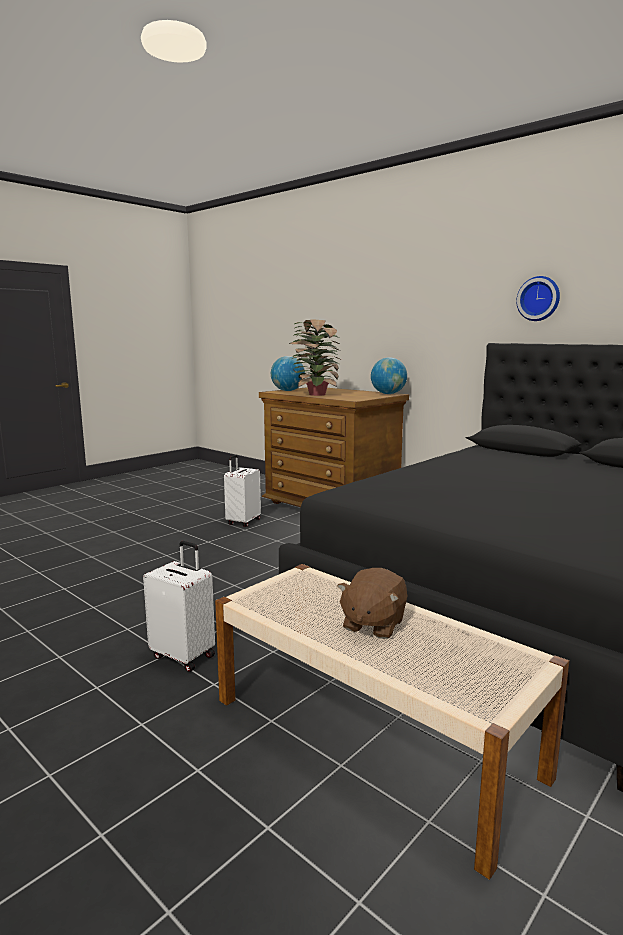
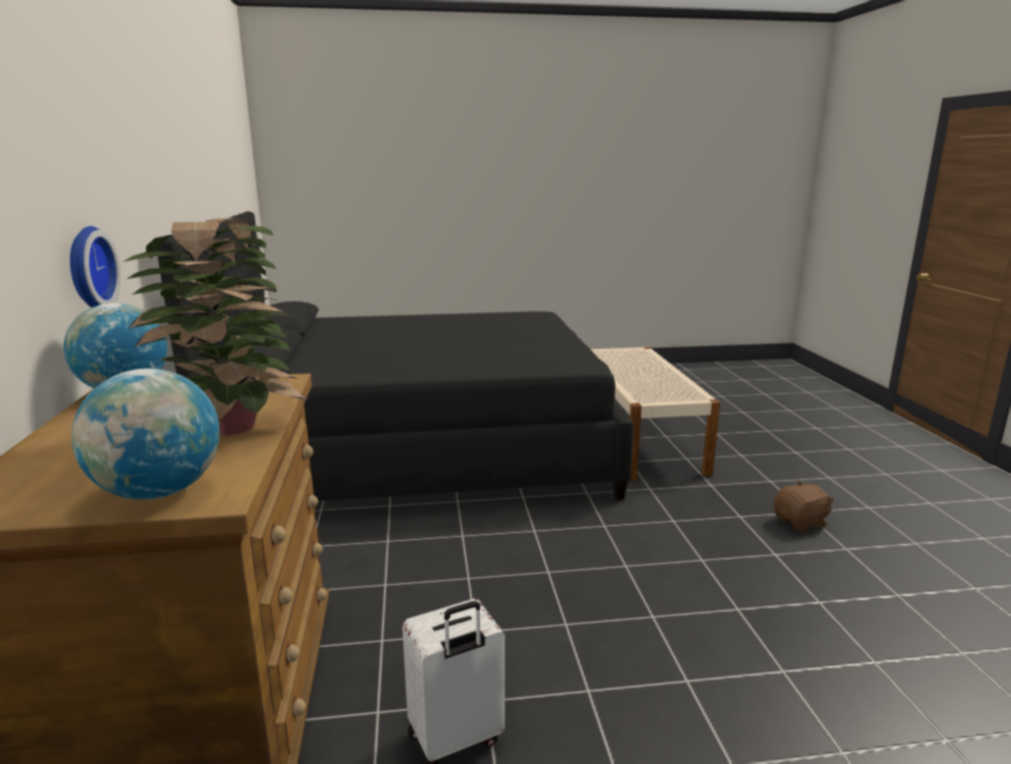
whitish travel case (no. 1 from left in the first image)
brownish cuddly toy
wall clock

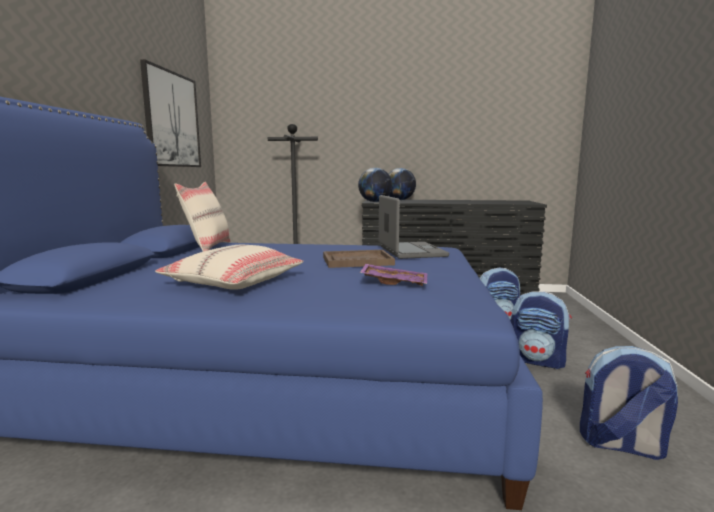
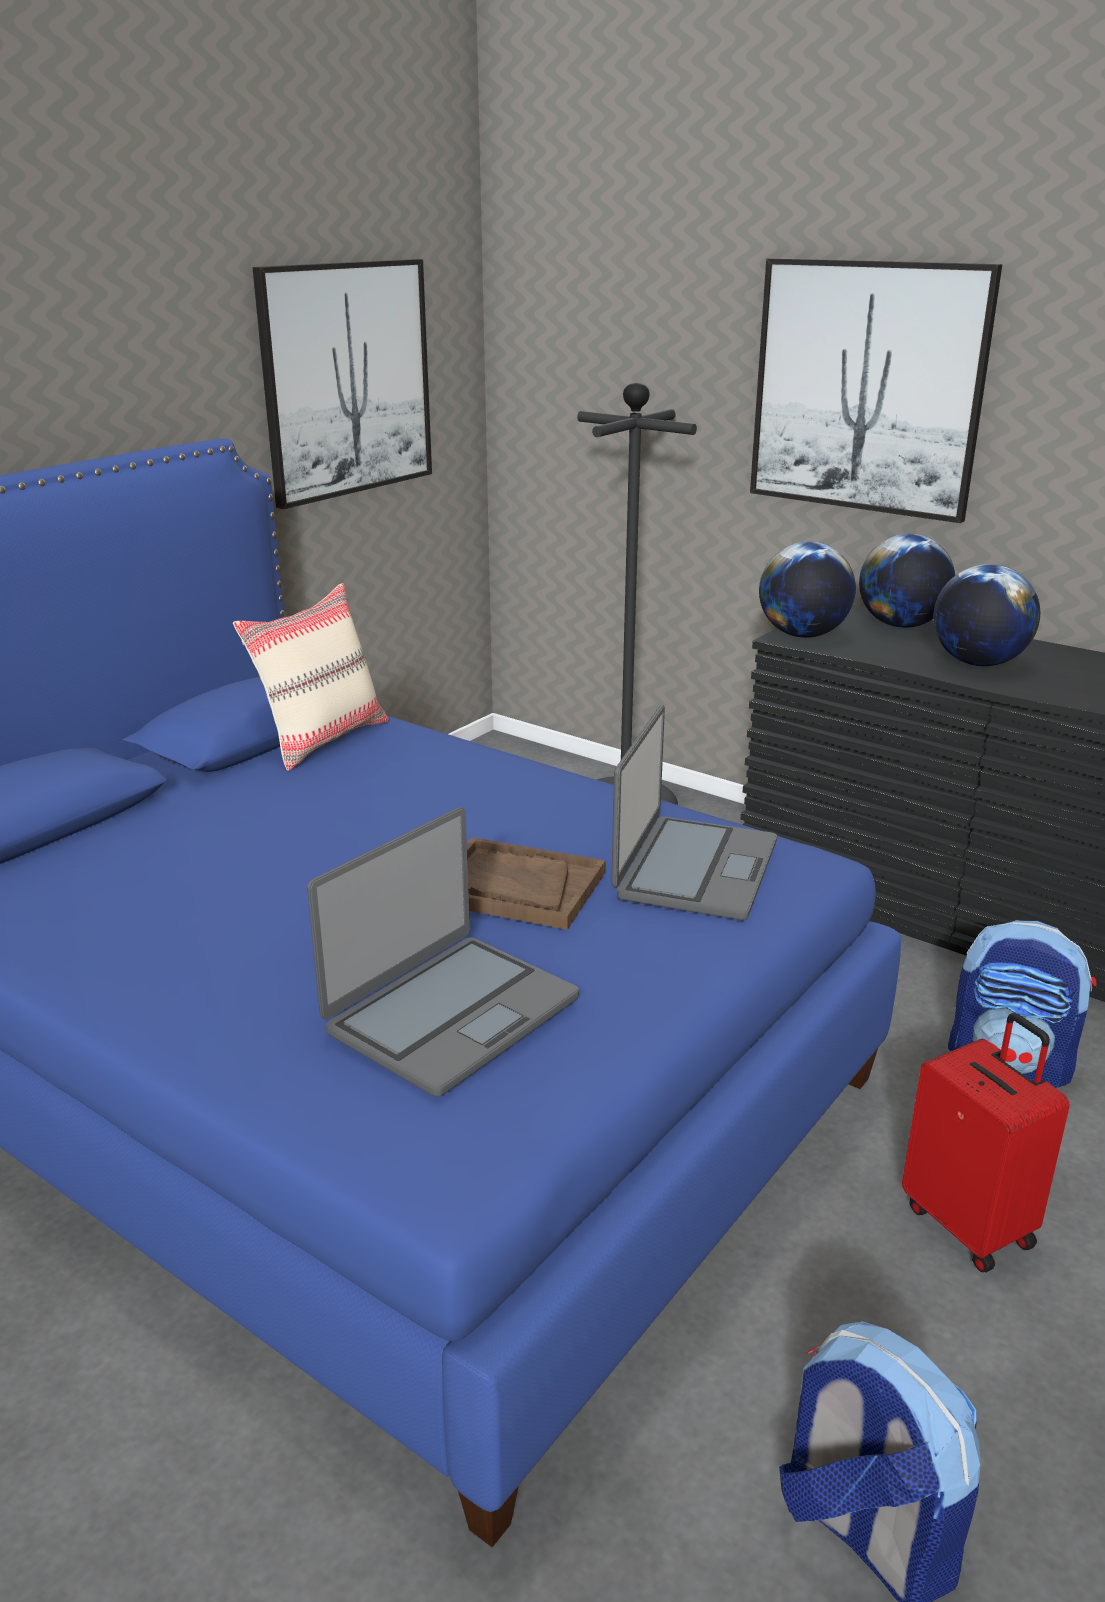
sand-coloured cushion (no. 2 from left in the first image)
picture (no. 2 from left)
world globe (no. 3 from left)
portable computer (no. 1 from left)
red travel case

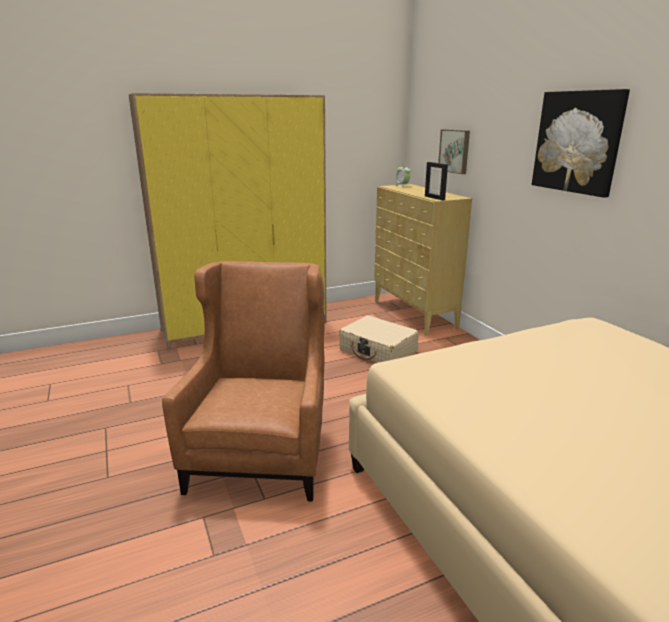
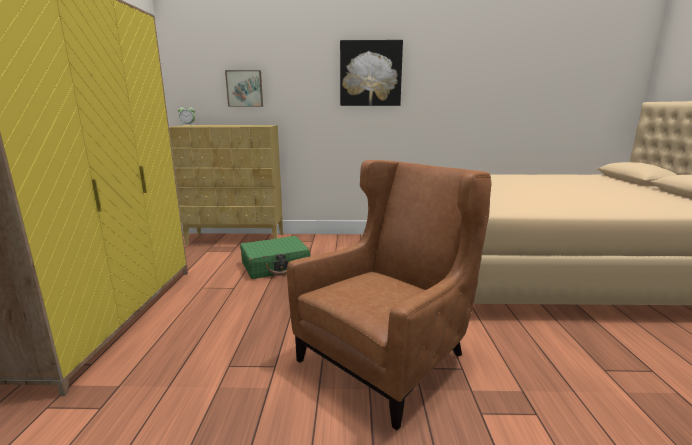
standing frame
greenish travel case
brownish armchair

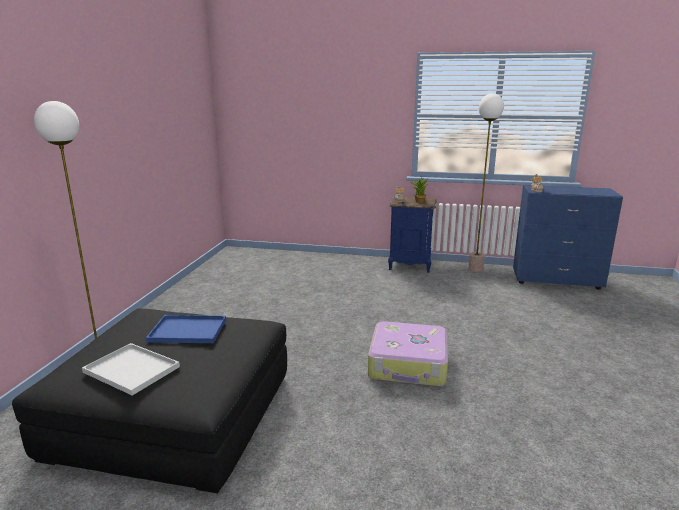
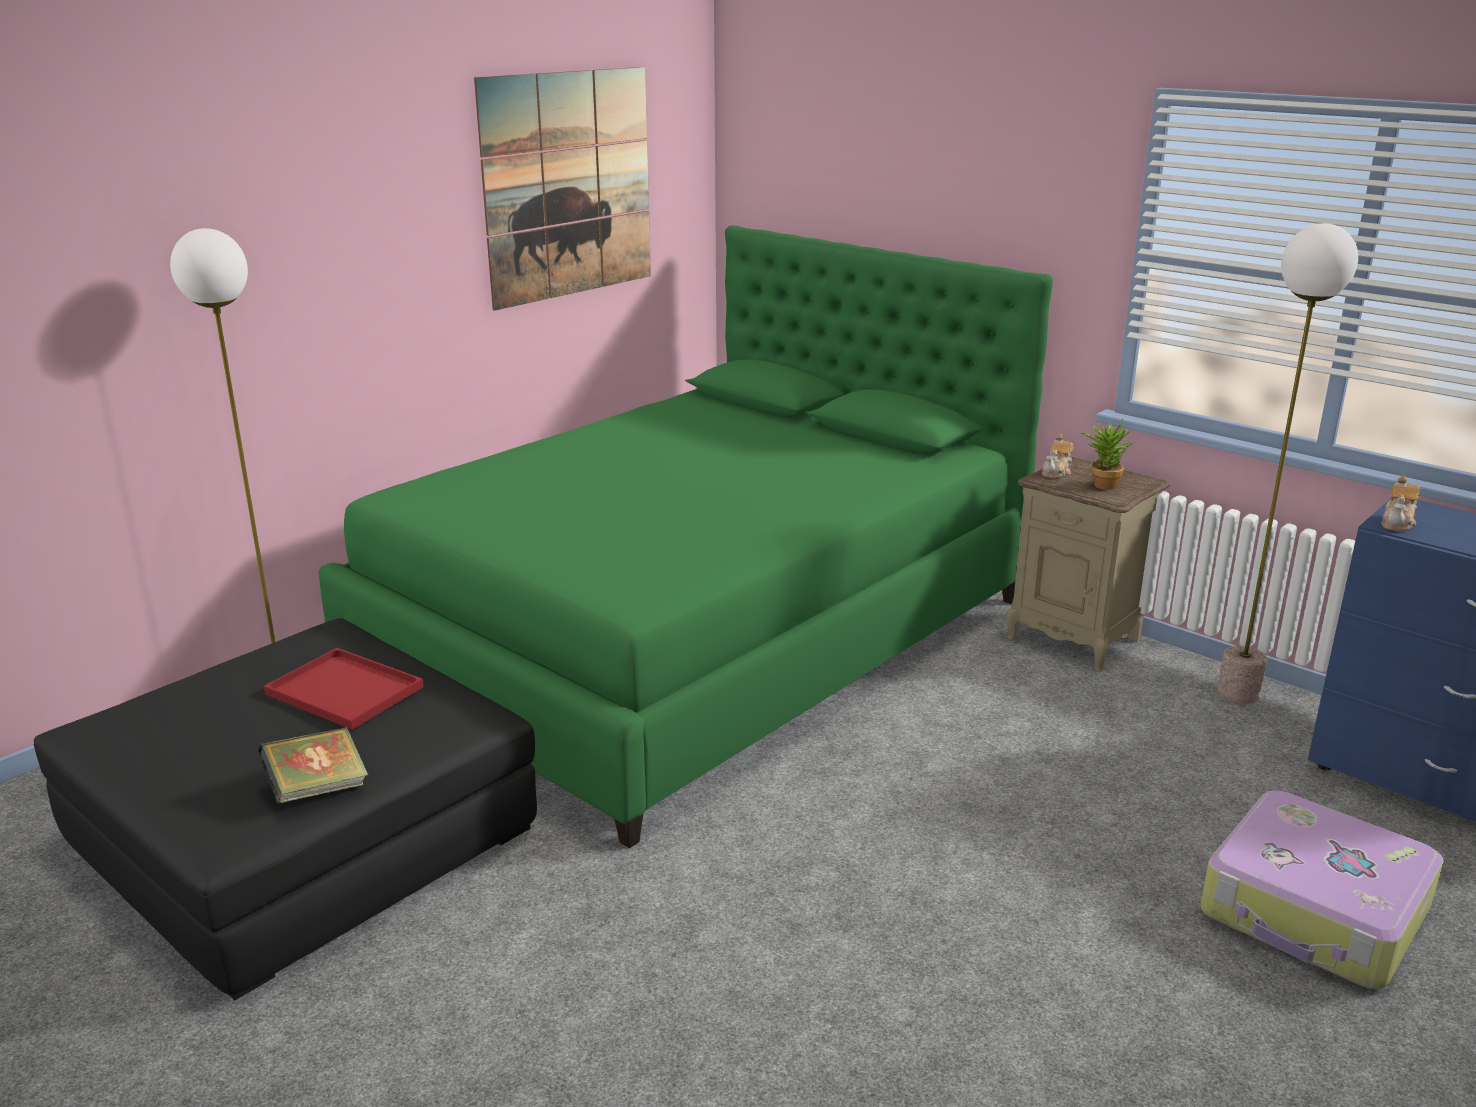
whitish serving tray
book
greenish bedroom bed
picture
travel case
red serving tray
sand-coloured bedside table

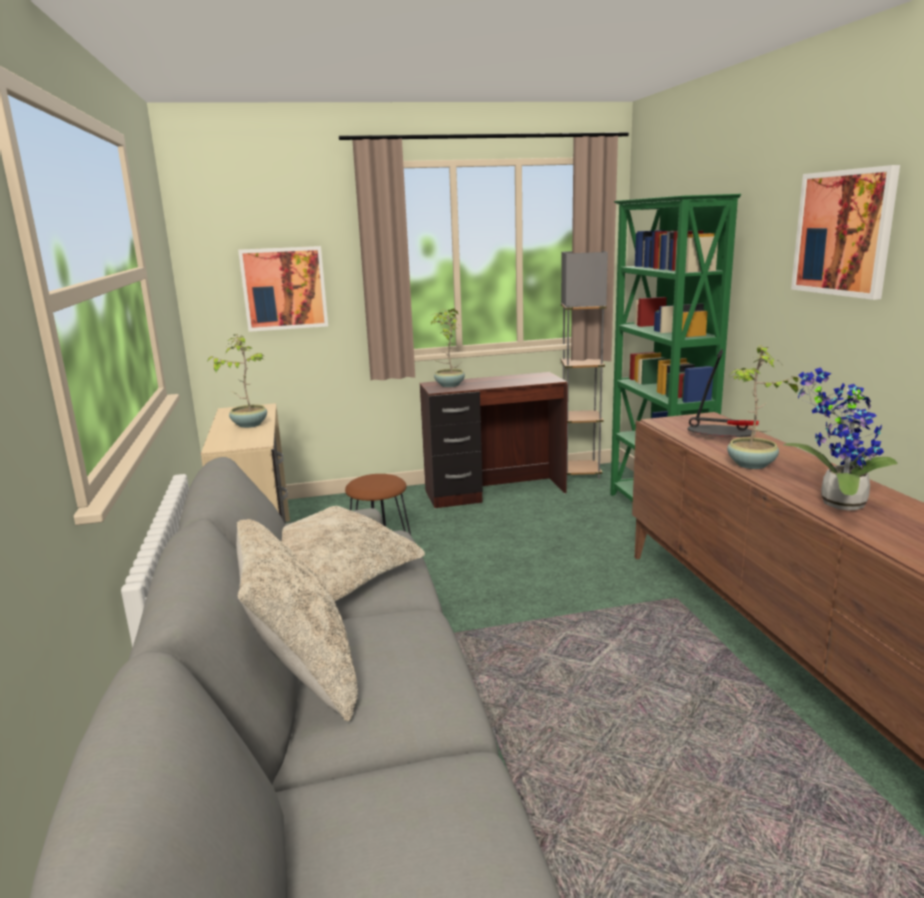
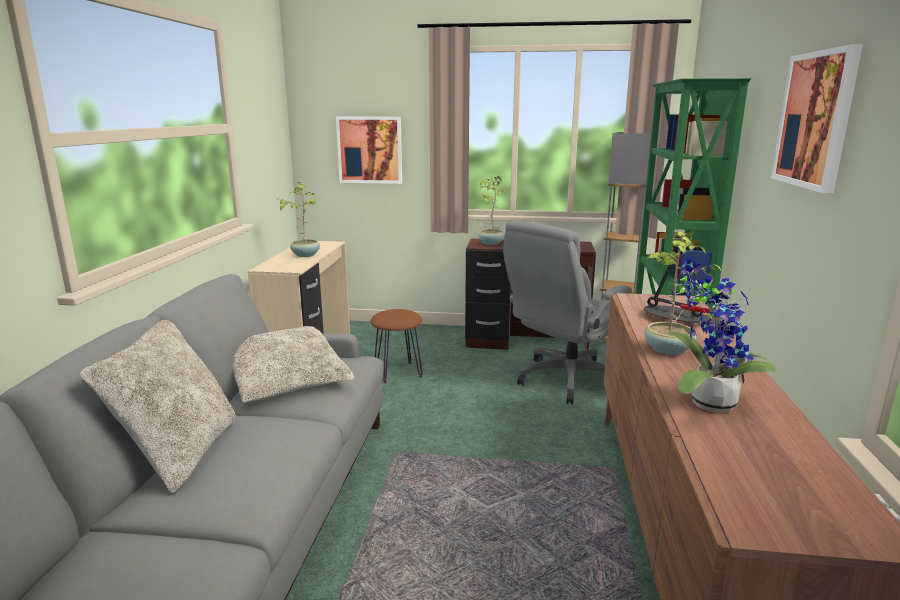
greyish desk chair

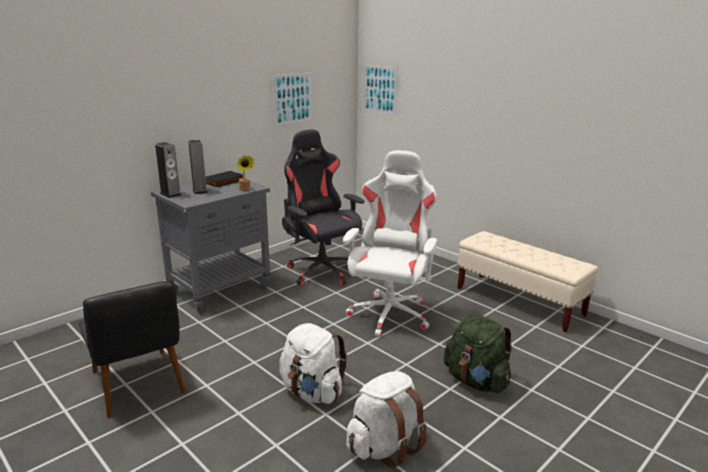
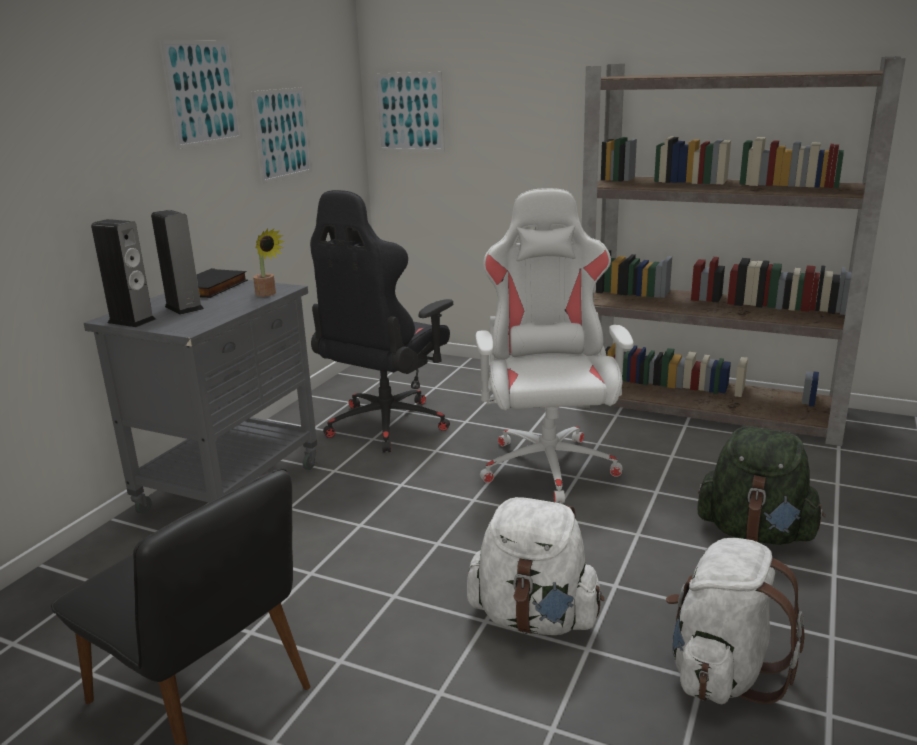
picture (no. 1 from left)
brownish shelving unit
black-coloured desk chair

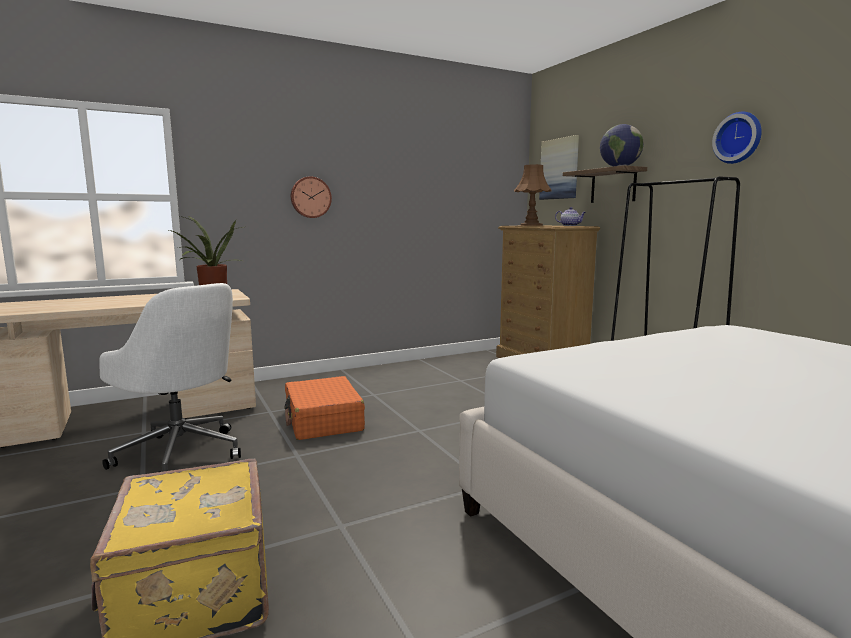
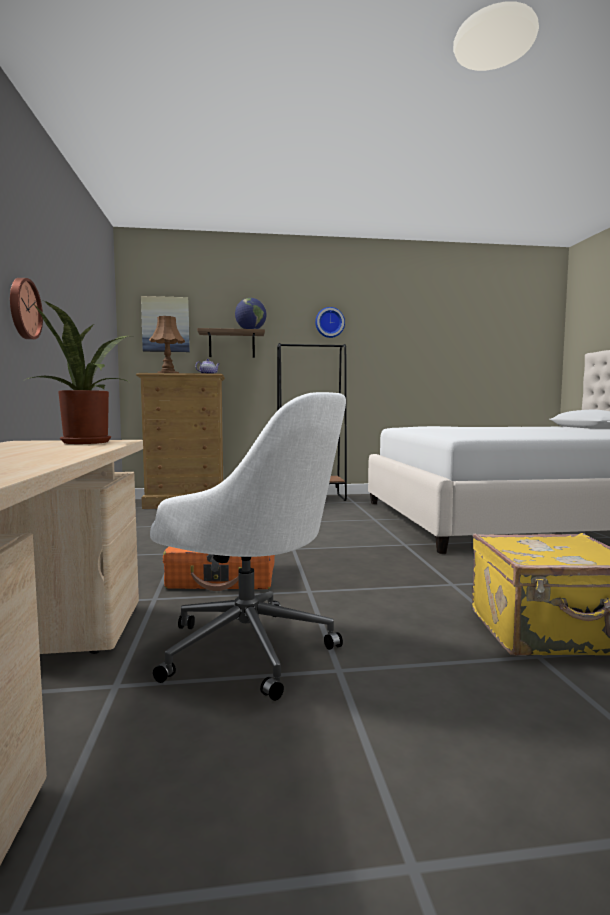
whitish desk chair

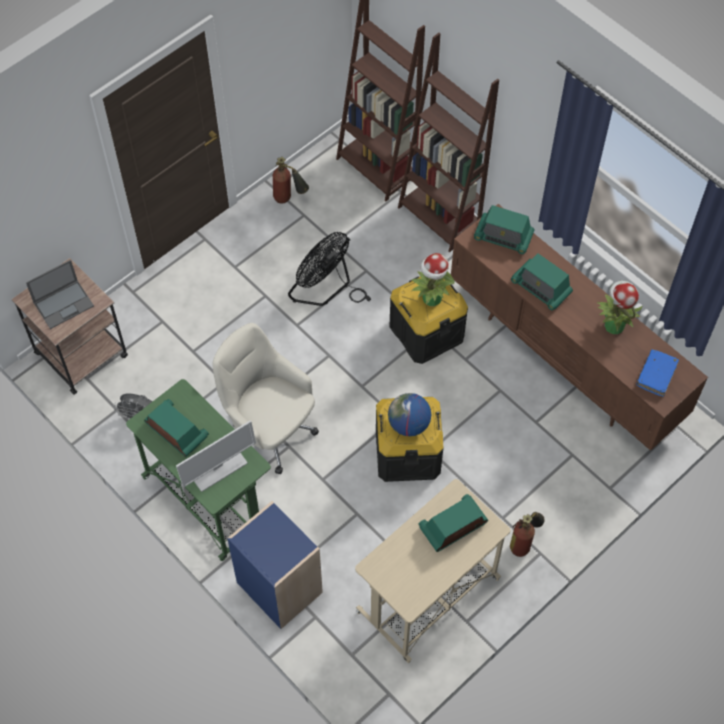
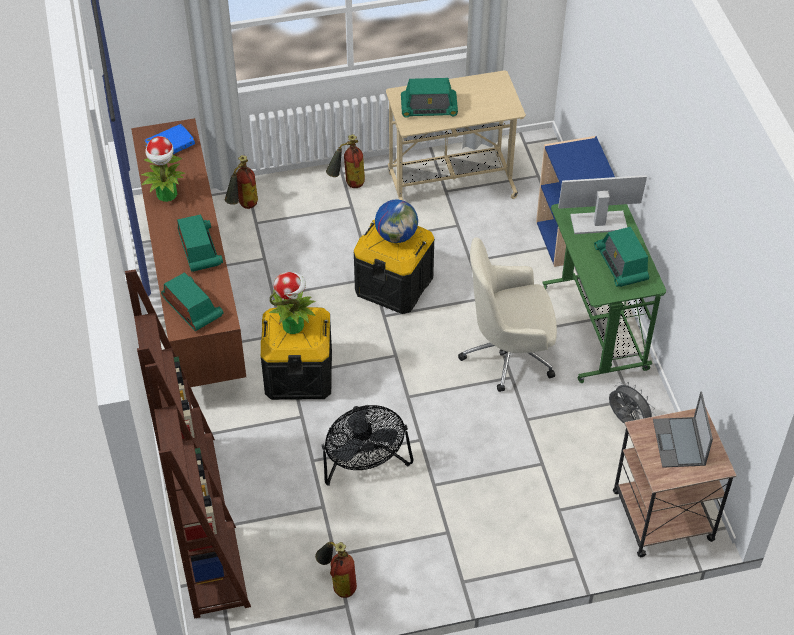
fire-fighting cylinder (no. 1 from left)
portable computer
sand-coloured desk chair

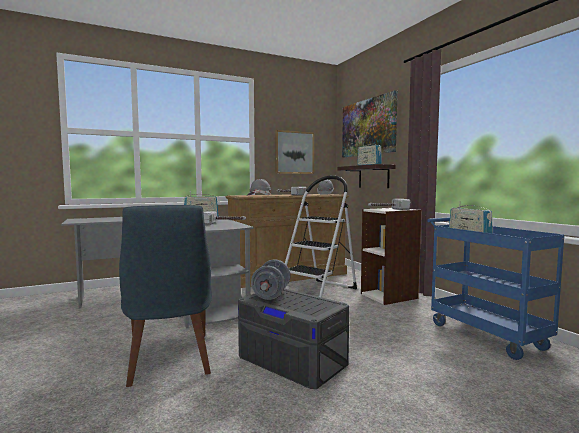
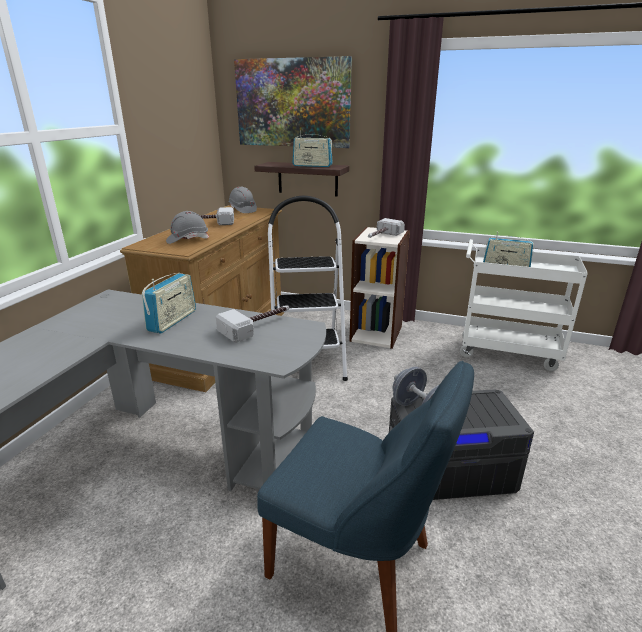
picture (no. 1 from left in the first image)
whitish wheeled cart

